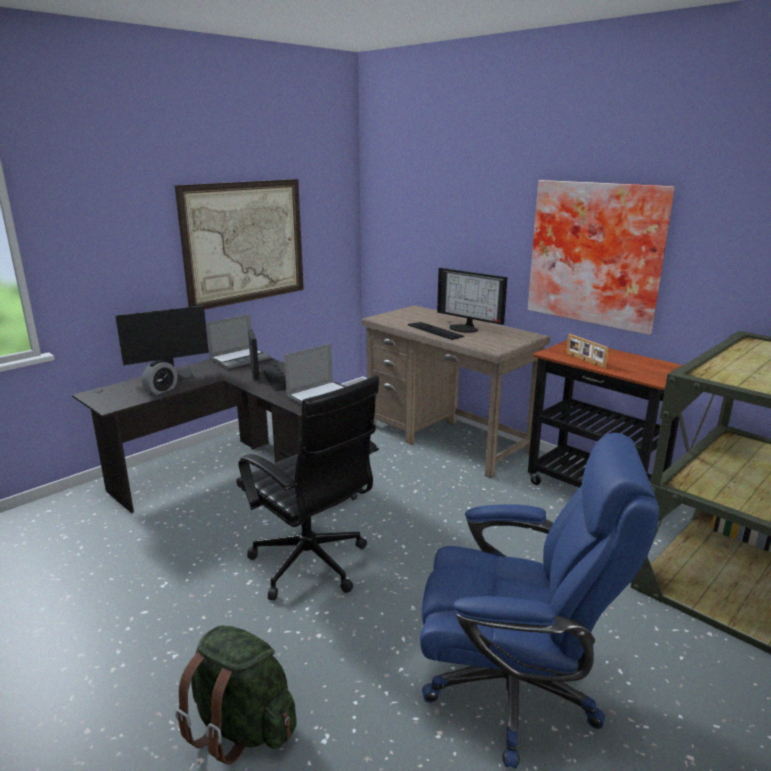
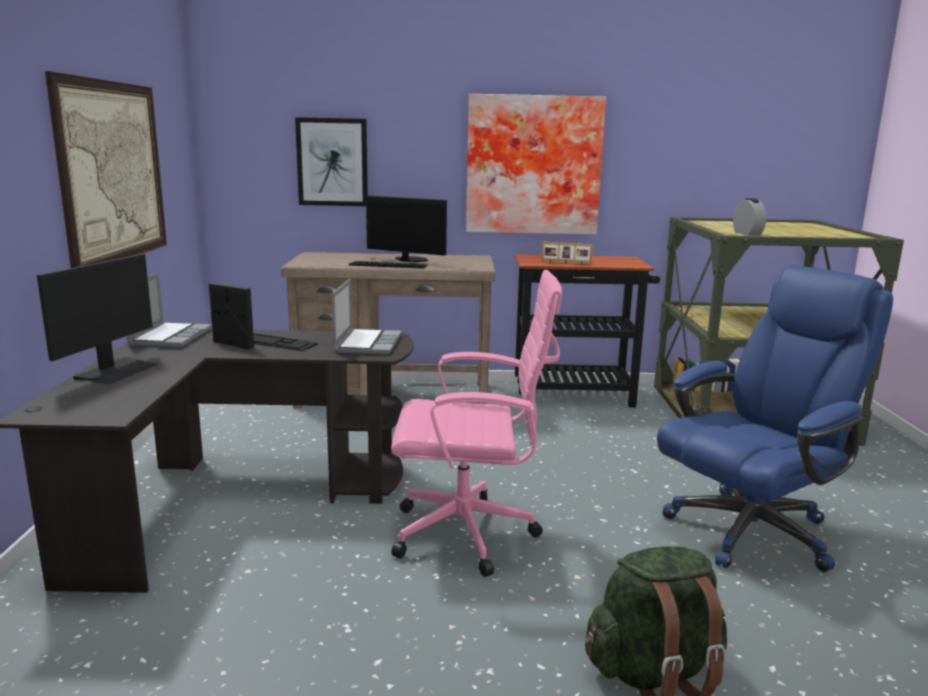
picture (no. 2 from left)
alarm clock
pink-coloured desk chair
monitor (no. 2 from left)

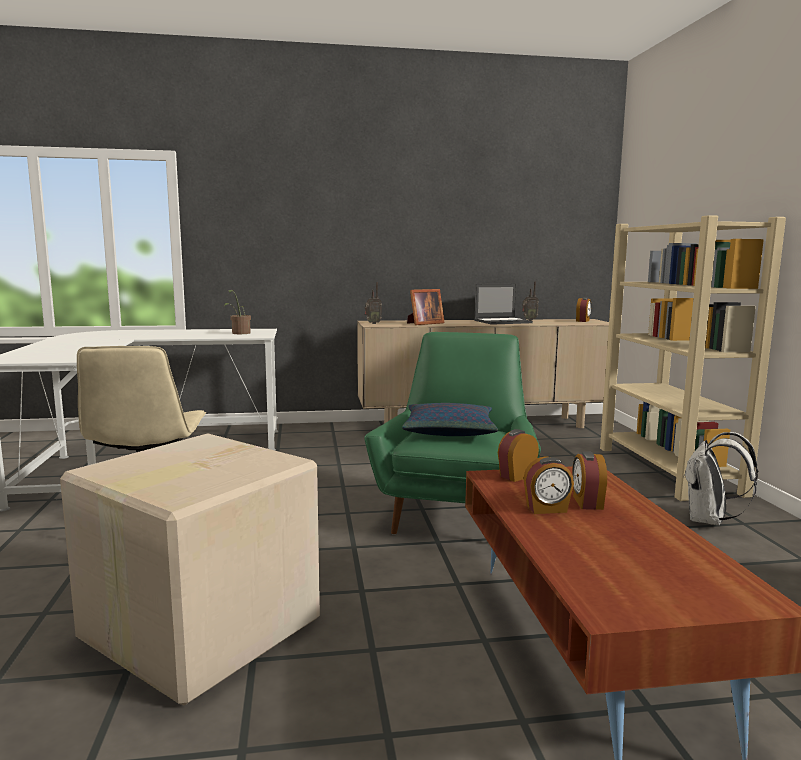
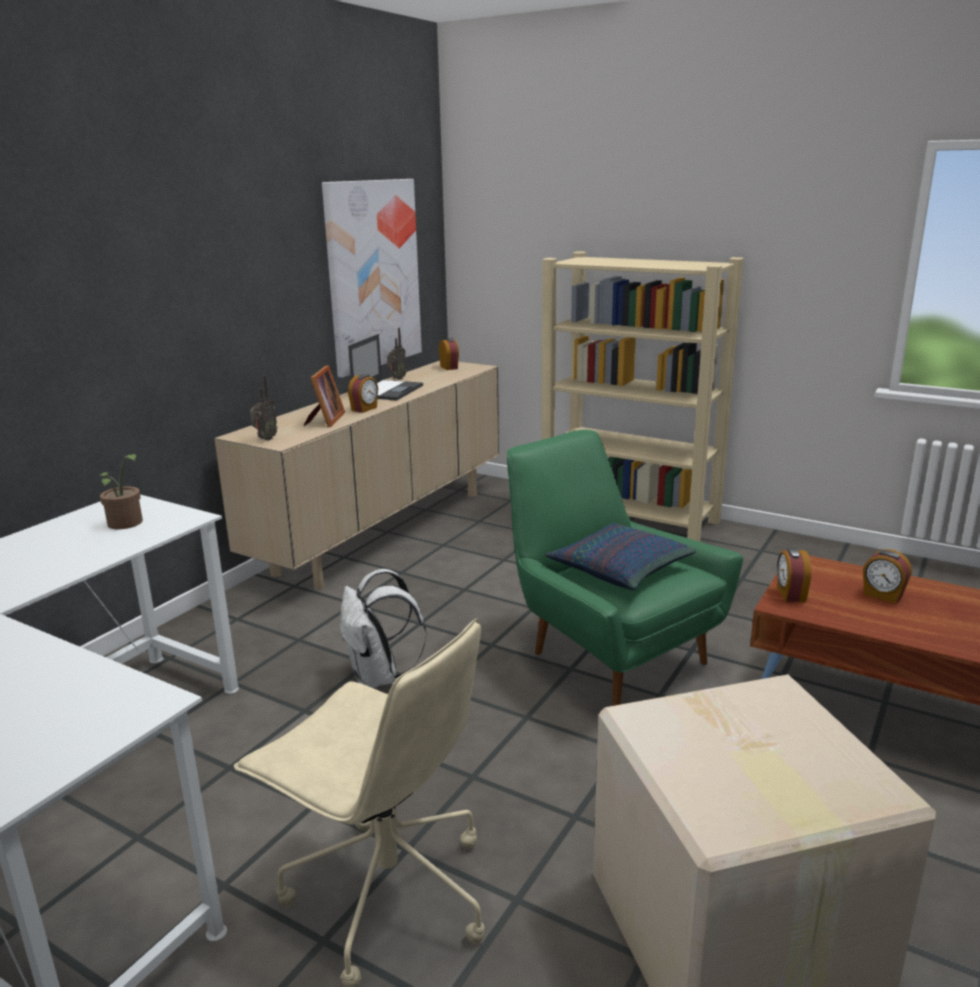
picture
alarm clock (no. 1 from left)
whitish knapsack

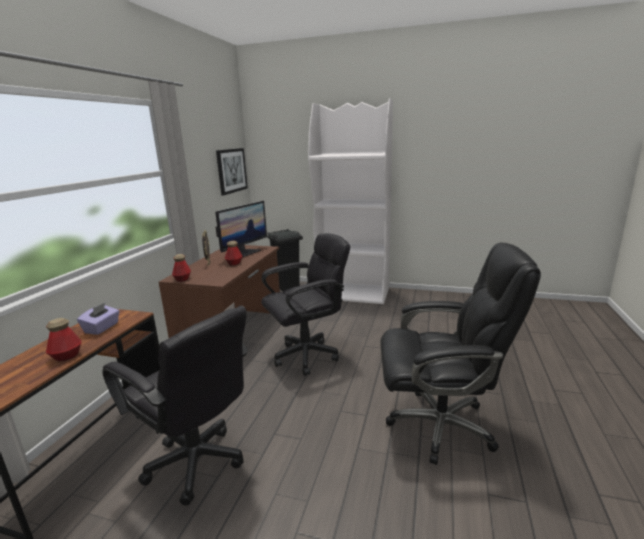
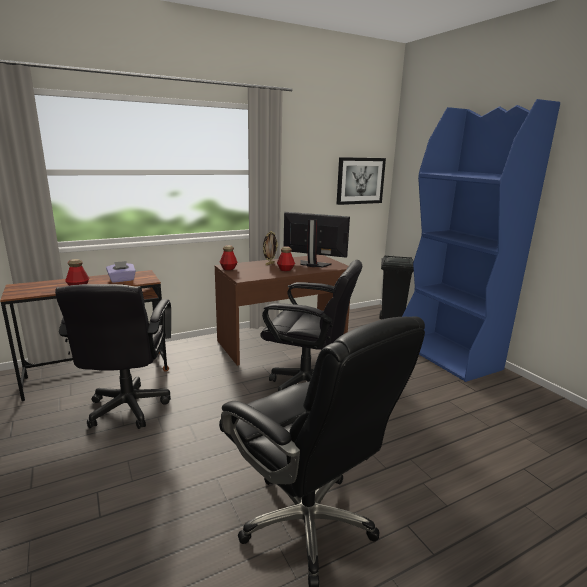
blue shelving unit
monitor

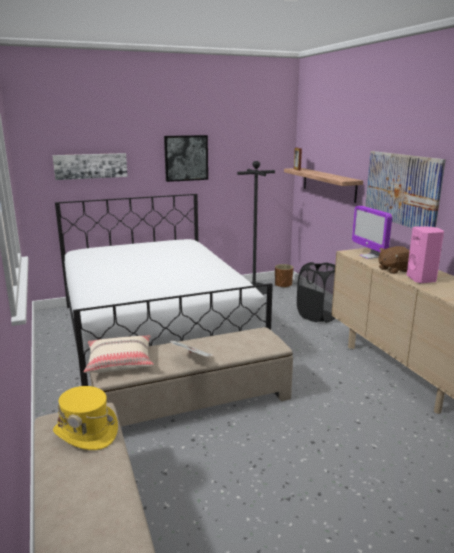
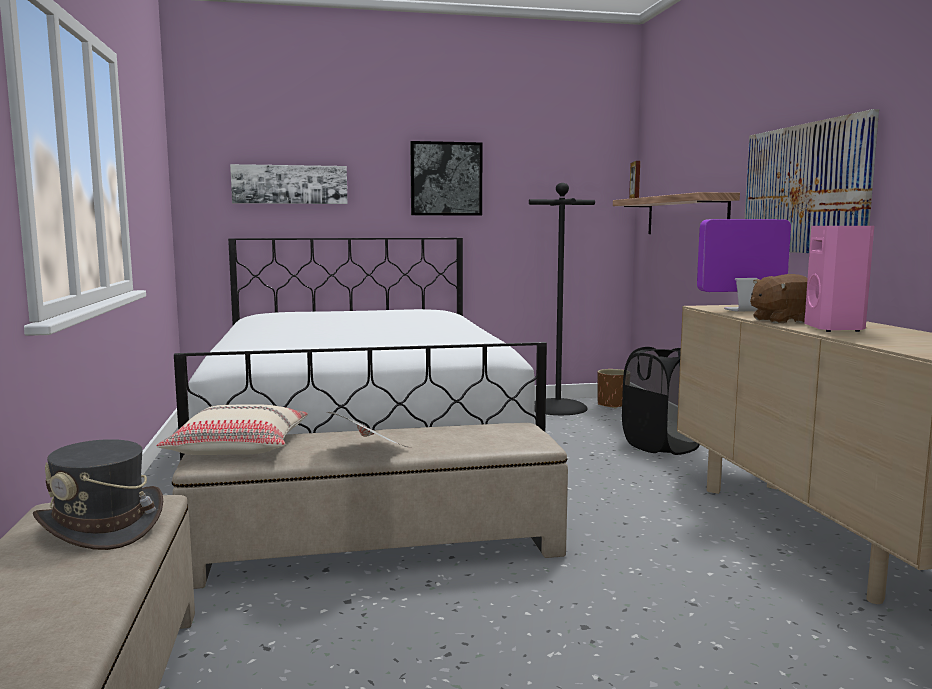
greyish wearable hat
monitor

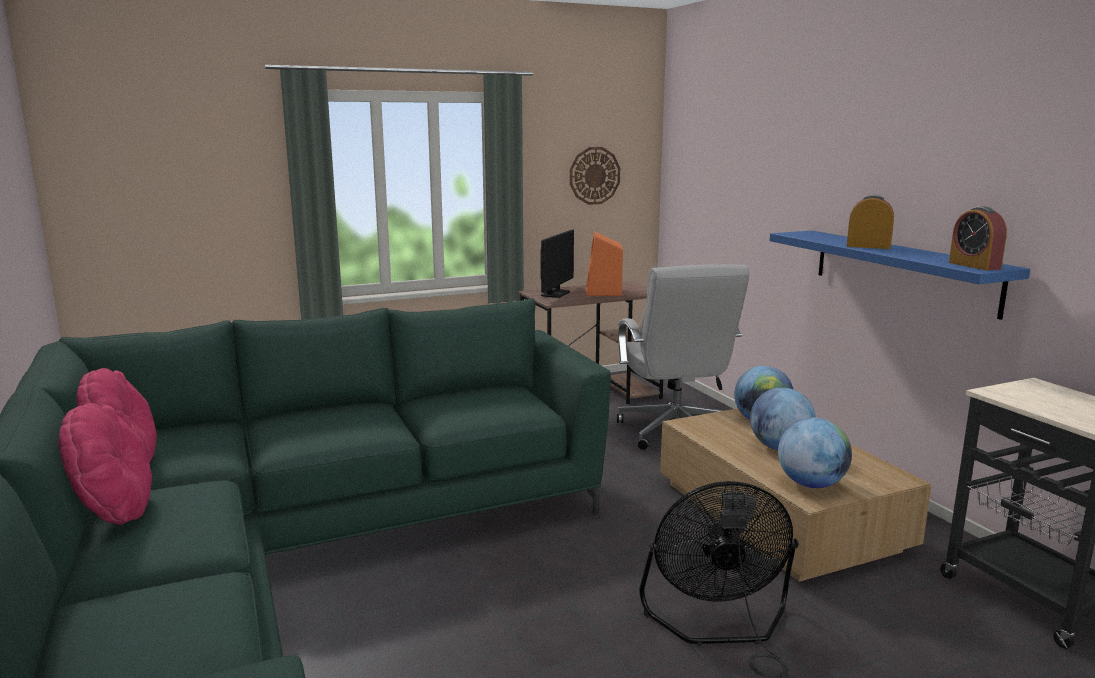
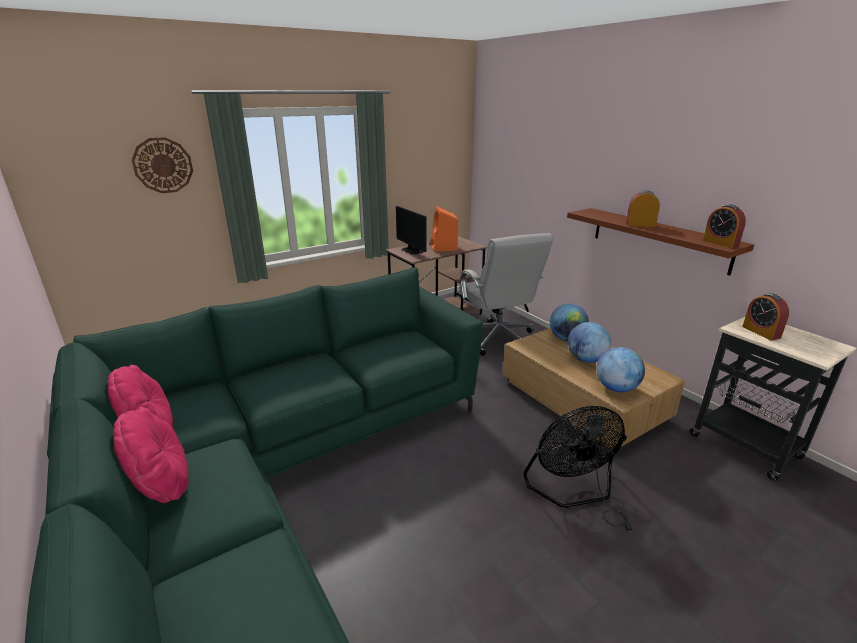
alarm clock (no. 3 from left)
wall clock
brownish bracket shelf
monitor

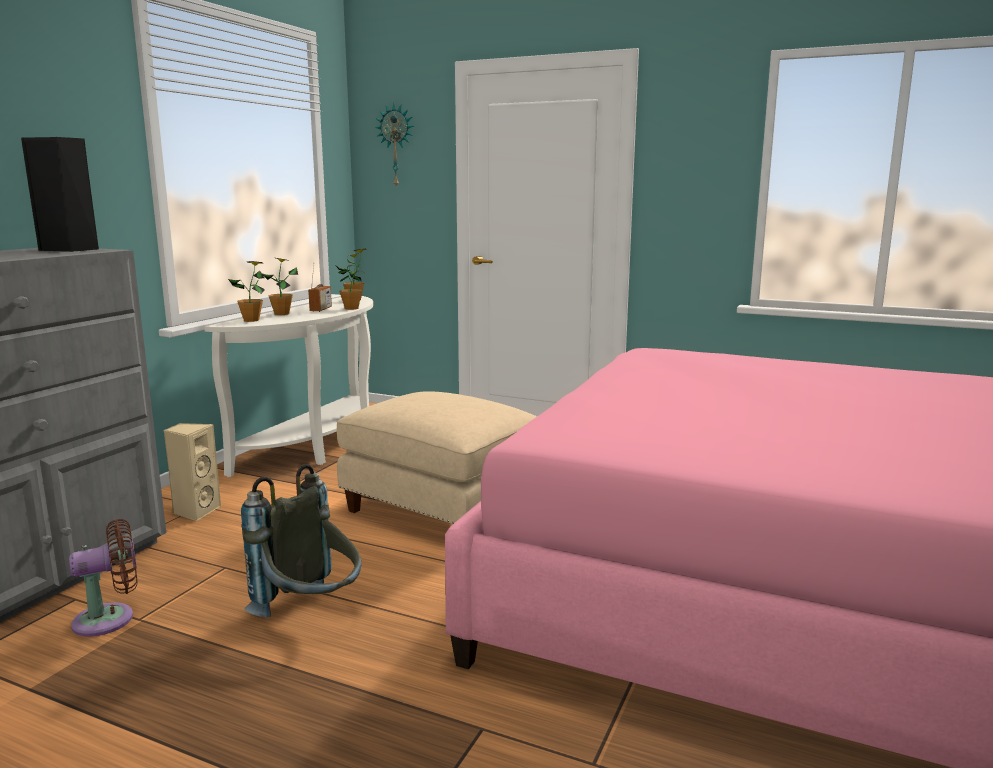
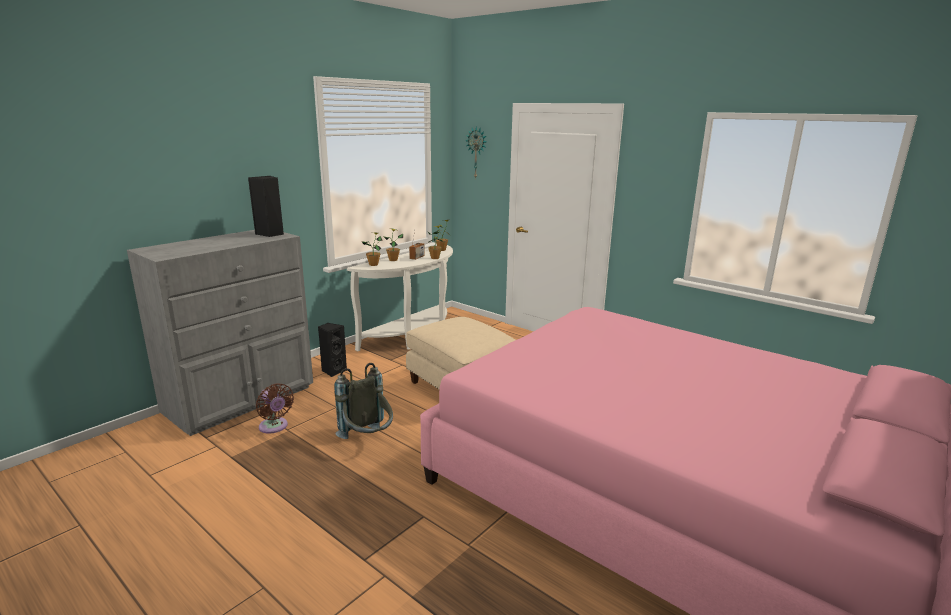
black-coloured speaker (no. 2 from left)
brownish cooling fan

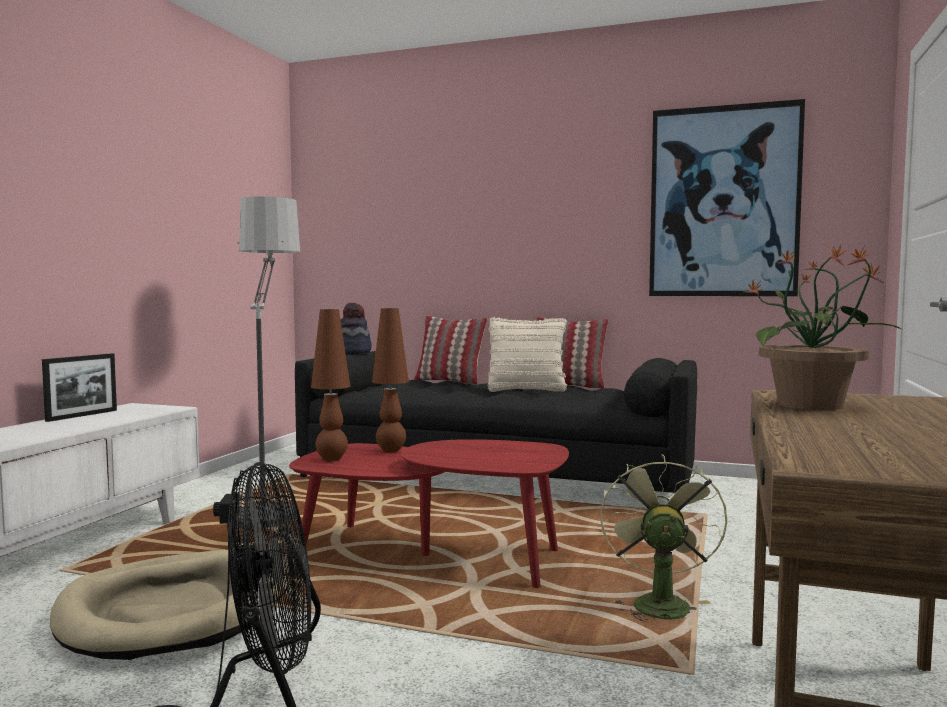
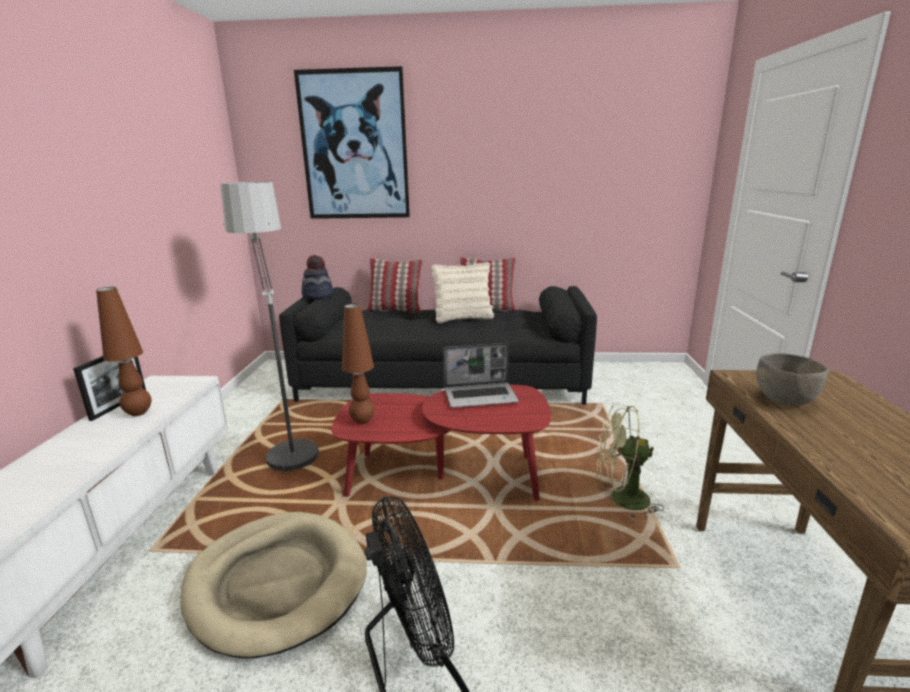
portable computer
brownish lamp for a table (no. 1 from left)
picture
greyish bowl
greenish cooling fan

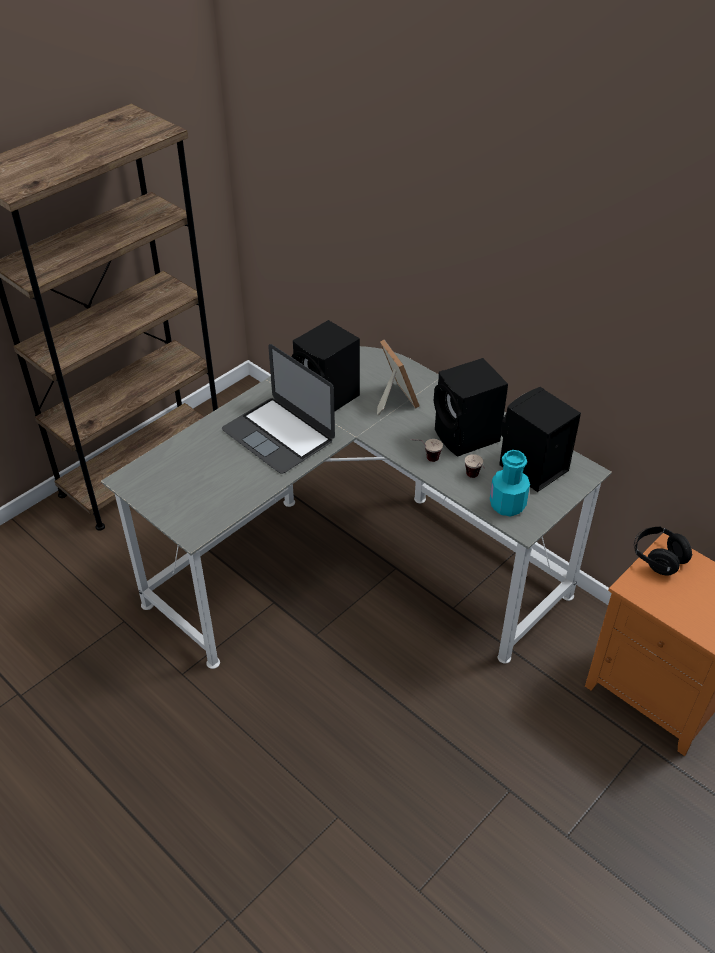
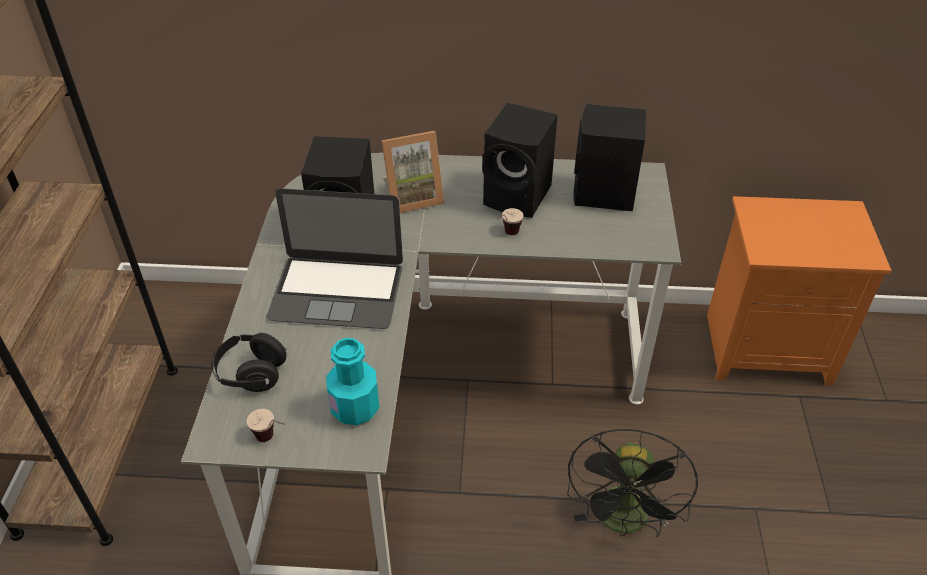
black-coloured cooling fan
cup (no. 1 from left)
blue-green drink bottle
black-coloured pair of headphones
standing frame

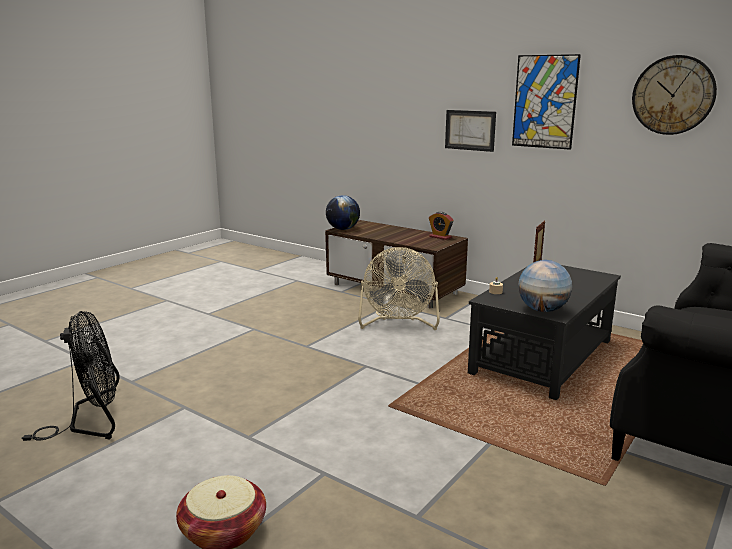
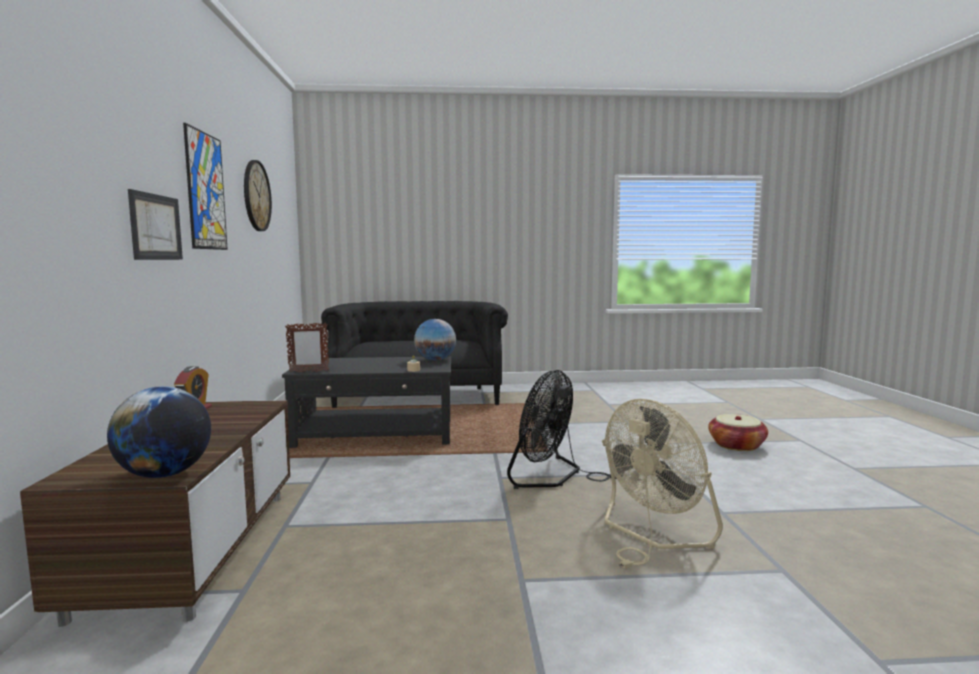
black-coloured cooling fan
sand-coloured cooling fan

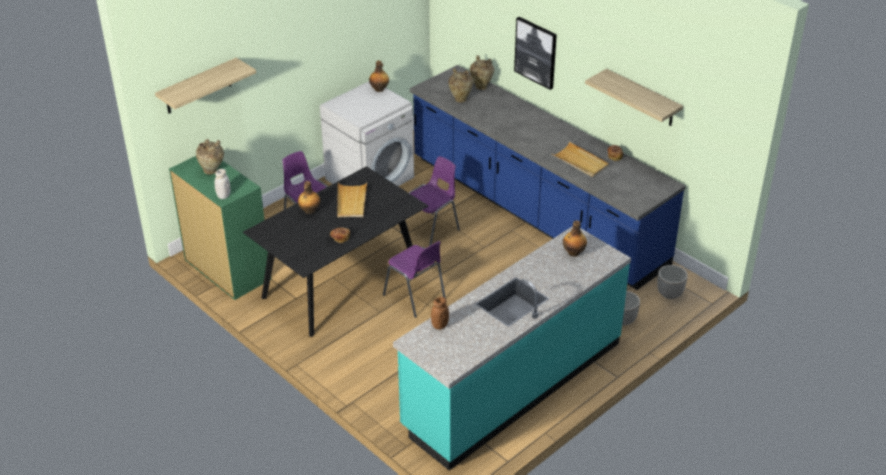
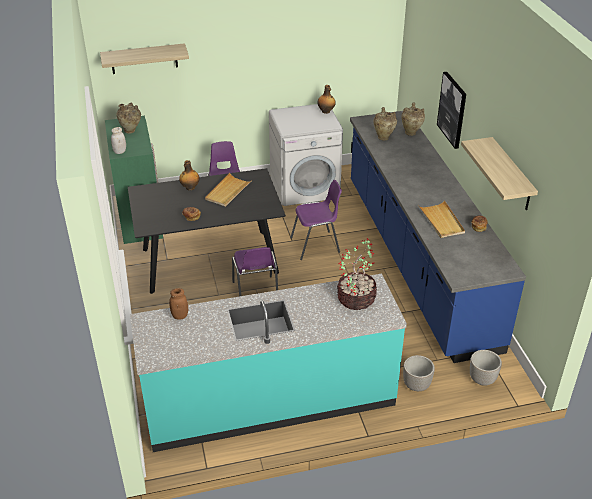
potted plant

